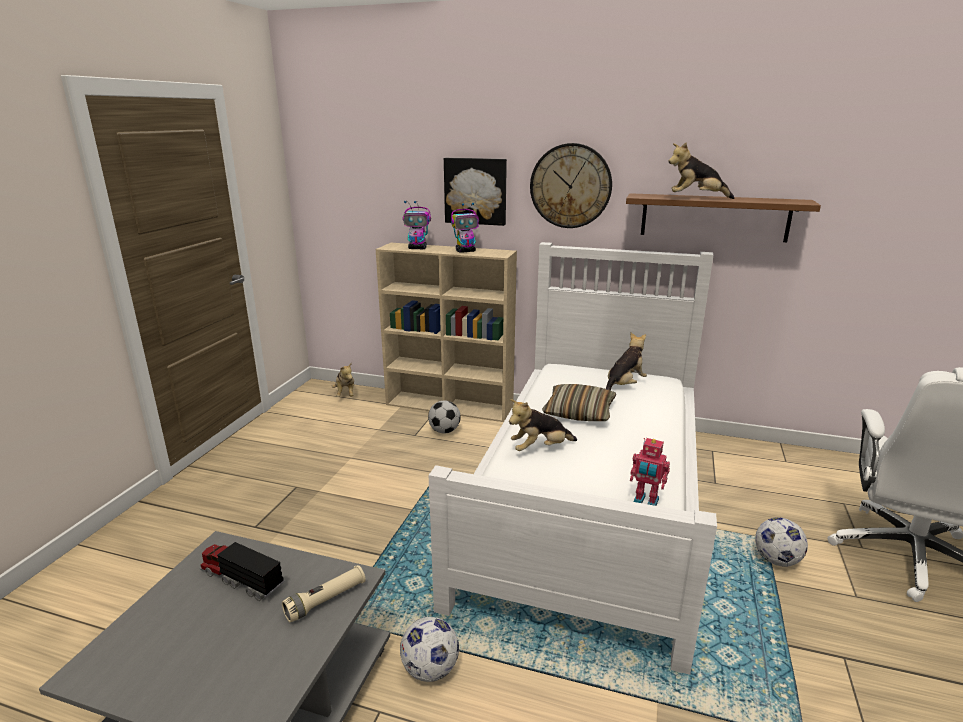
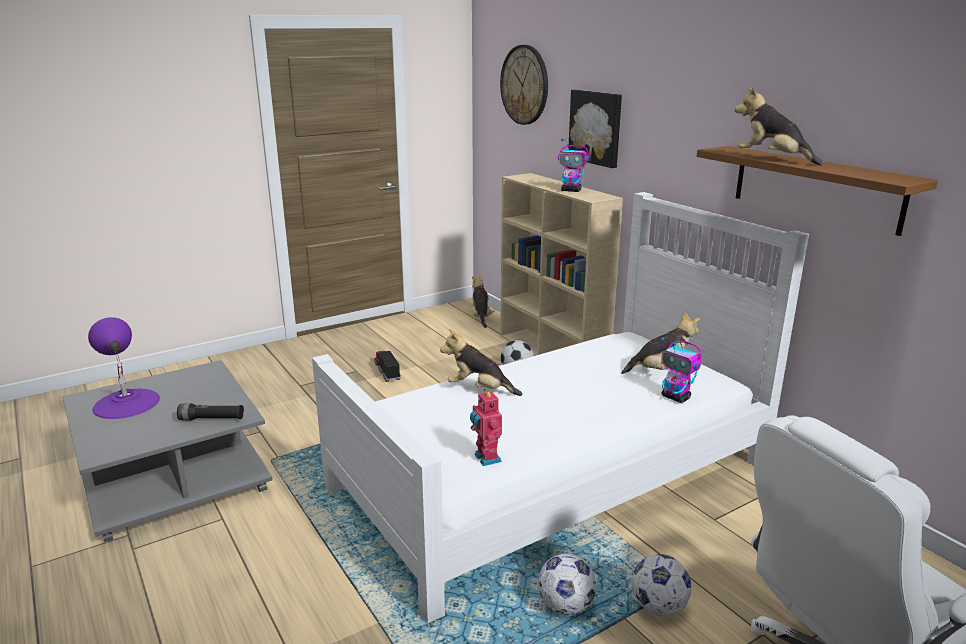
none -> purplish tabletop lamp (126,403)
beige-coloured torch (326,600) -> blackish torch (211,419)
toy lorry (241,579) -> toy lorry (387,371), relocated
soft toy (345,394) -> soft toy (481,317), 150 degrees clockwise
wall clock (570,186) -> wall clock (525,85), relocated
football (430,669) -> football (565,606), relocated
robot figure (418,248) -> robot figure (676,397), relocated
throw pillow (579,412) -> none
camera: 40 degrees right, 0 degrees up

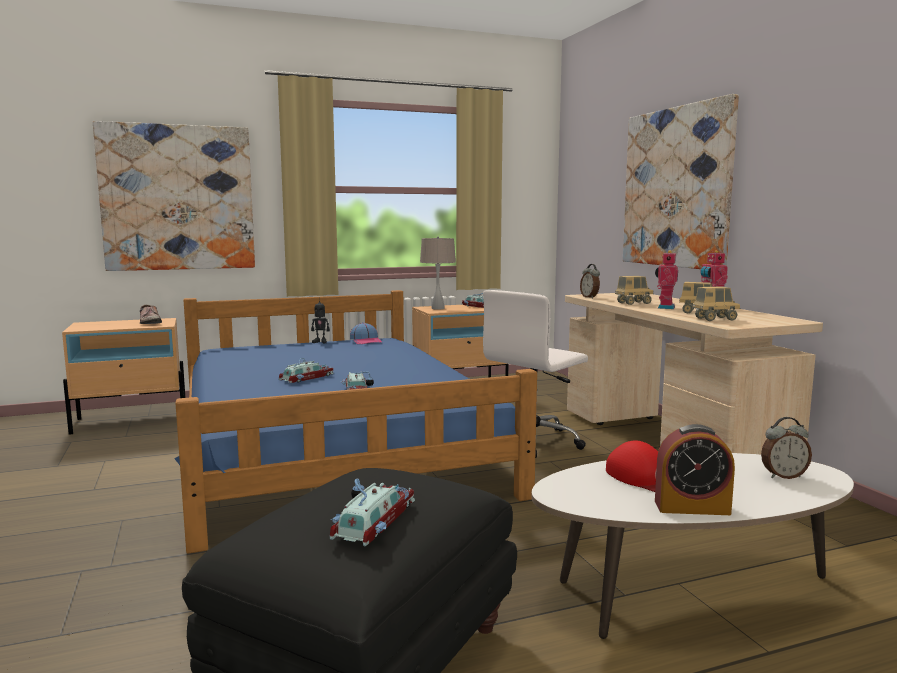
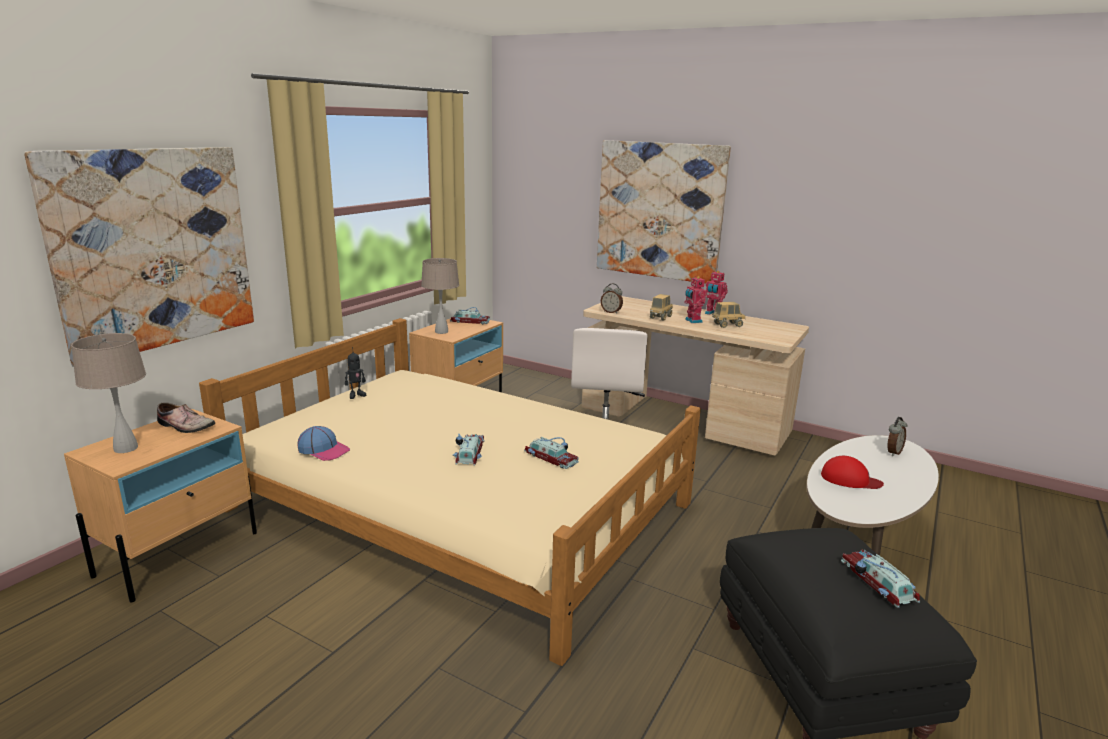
none -> beige-coloured tabletop lamp (126,448)
blue-coloured sleeping bed (331,445) -> beige-coloured sleeping bed (462,506)
baseball cap (366,341) -> baseball cap (324,450), relocated
bedside clock (692,507) -> none
toy lorry (715,319) -> none
camera: 40 degrees left, 10 degrees up

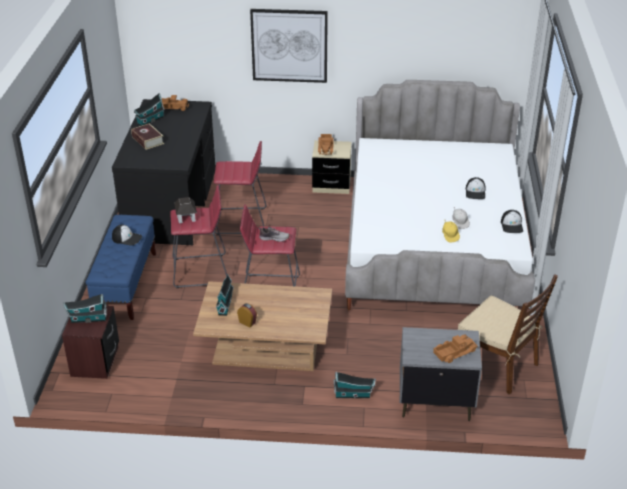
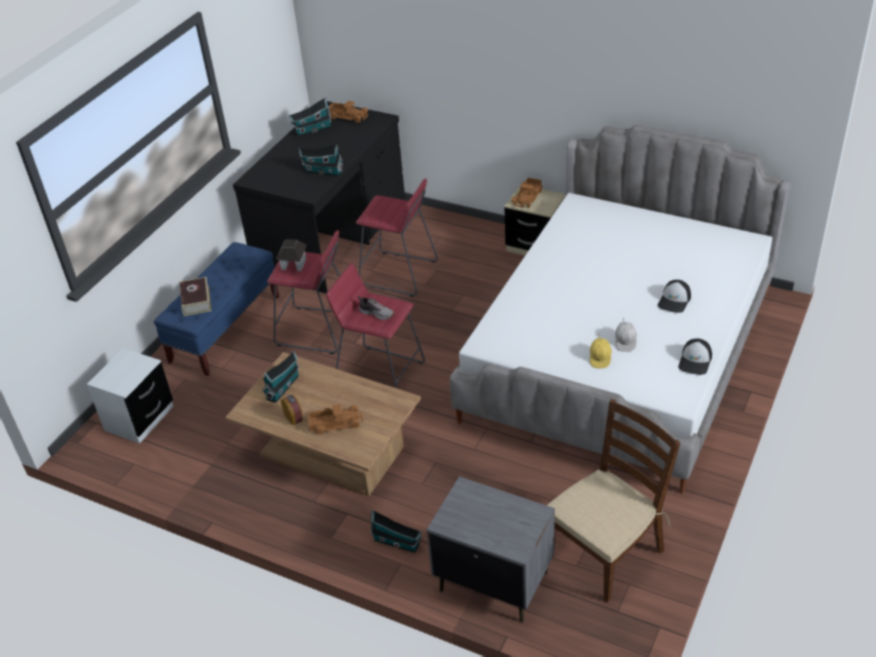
brown nightstand (95,361) -> white nightstand (139,418)
bound book (147,140) -> bound book (196,301), relocated
toy house (87,319) -> toy house (322,171), relocated
toy lorry (454,352) -> toy lorry (335,423), relocated
brown chair (498,365) -> brown chair (606,552), 105 degrees counterclockwise
baseball cap (127,238) -> none
wall picture (289,45) -> none
camera: 25 degrees right, 5 degrees up

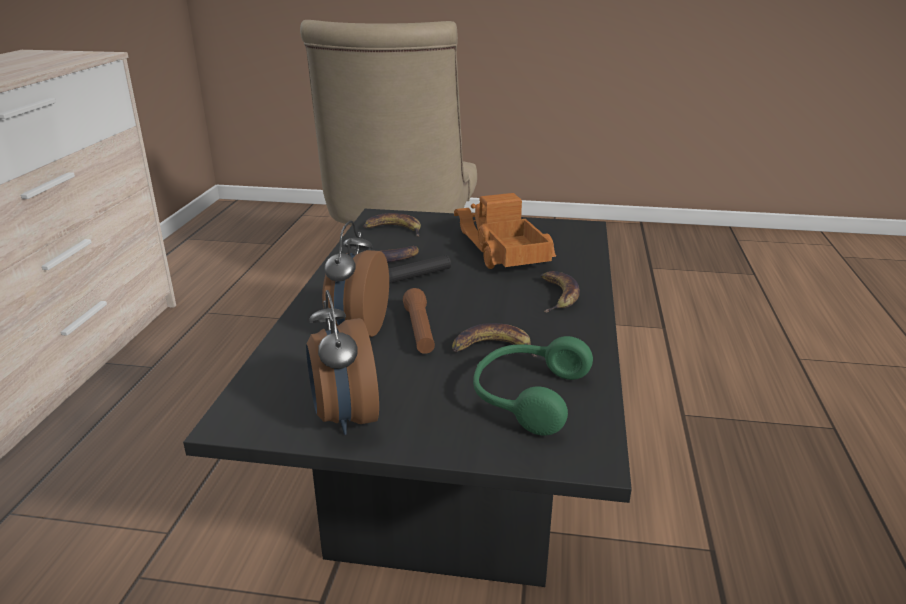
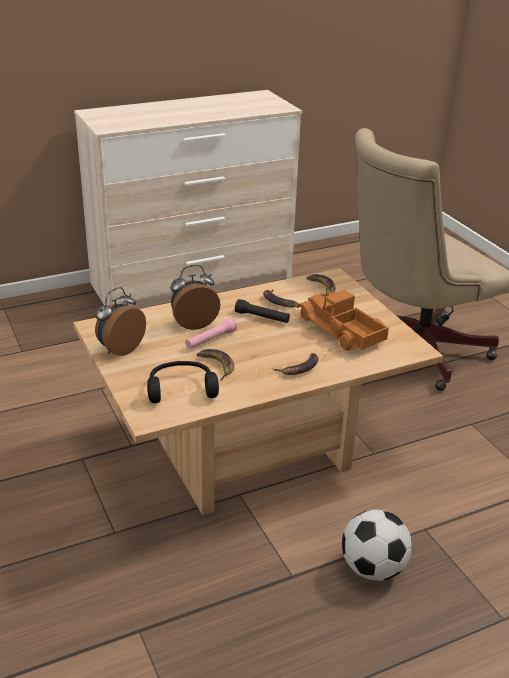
blackish low table (453,480) -> beige-coloured low table (251,451)
green-coloured pair of headphones (526,396) -> blackish pair of headphones (181,388)
brown torch (419,331) -> pinkish torch (210,340)
toy lorry (500,249) -> toy lorry (340,330), 75 degrees counterclockwise
none -> football (373,568)
camera: 55 degrees right, 5 degrees up

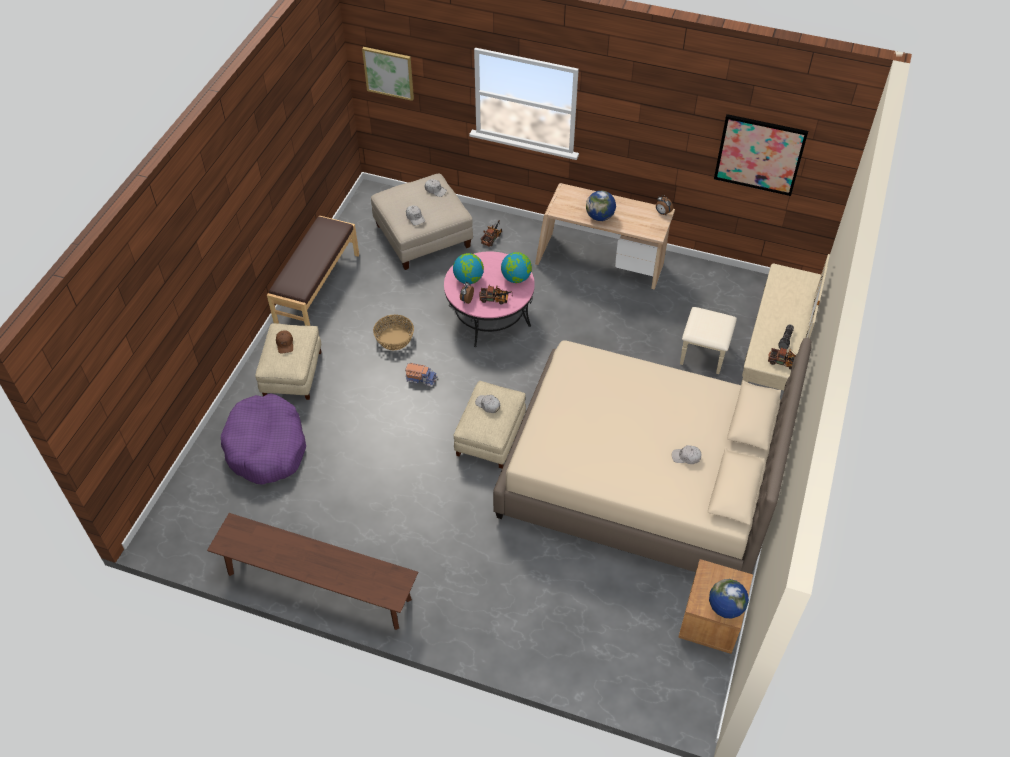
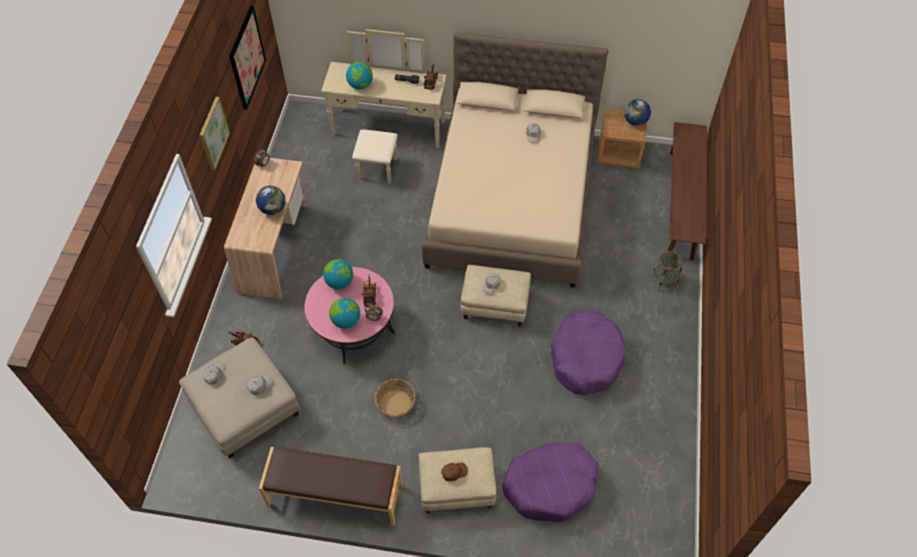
wall picture (389,73) -> wall picture (213,133), relocated
none -> world globe (360,85)
none -> purplish dog cushion (586,357)
none -> storage basket (664,281)
brown long seat (318,586) -> brown long seat (681,204), relocated
toy lorry (421,378) -> none
camera: 100 degrees left, 5 degrees up

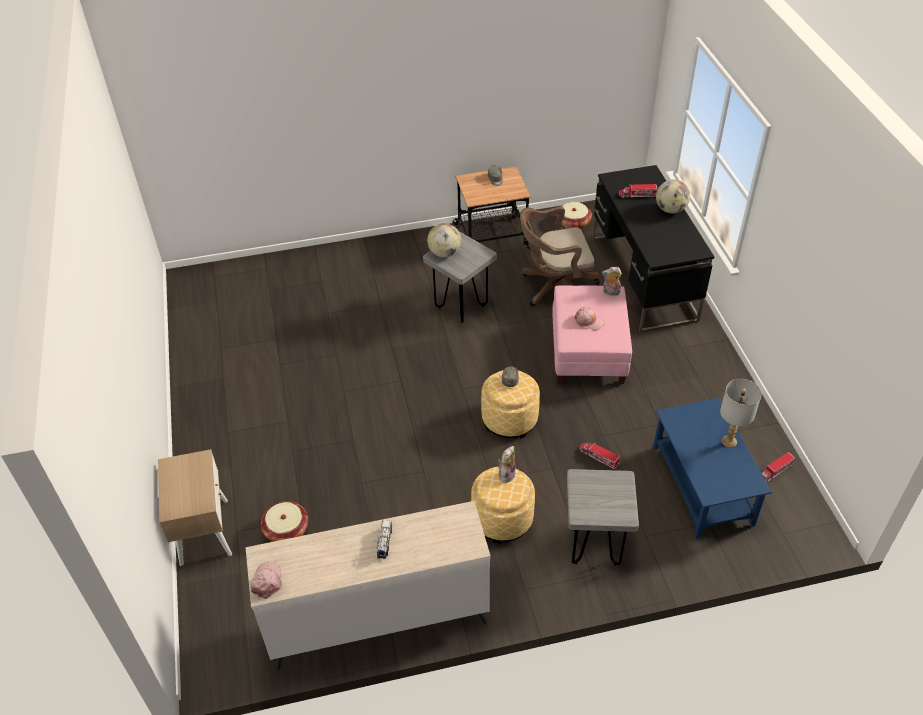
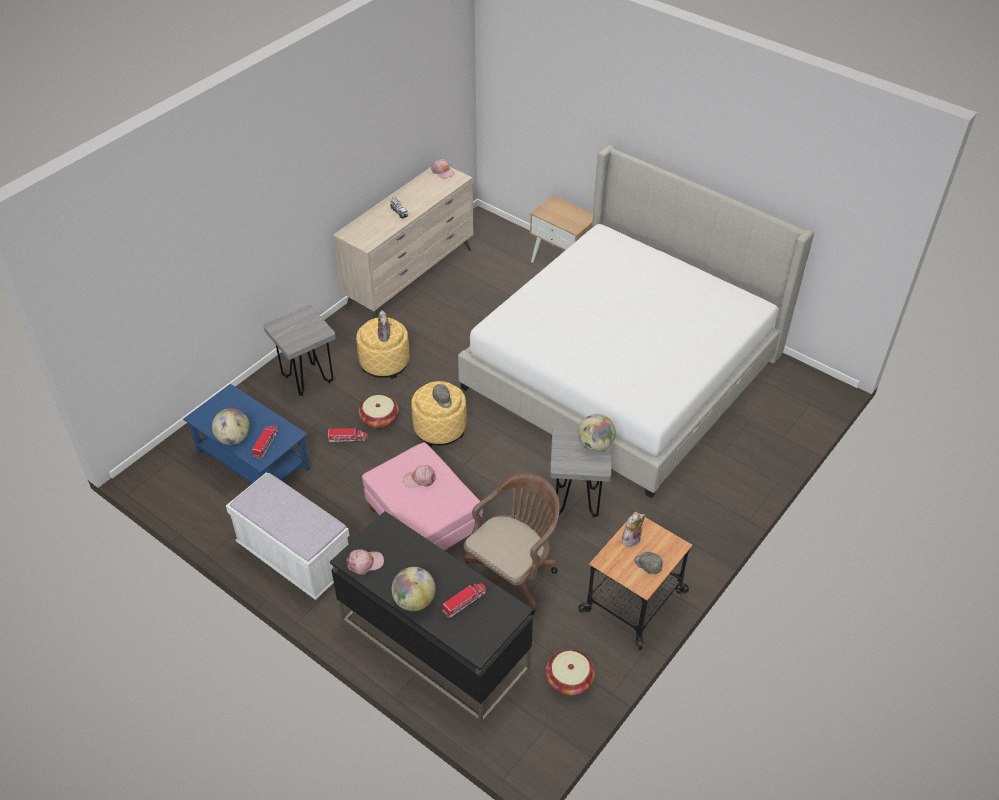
grey tabletop lamp (729,441) -> world globe (234,438)
none -> white long seat (295,557)
toy lorry (774,471) -> toy lorry (266,443), relocated
none -> pinkish baseball cap (365,563)
storage basket (286,530) -> storage basket (379,419), relocated
none -> sleeping bed (622,371)
soft toy (610,293) -> soft toy (631,538), relocated
camera: 140 degrees right, 0 degrees up

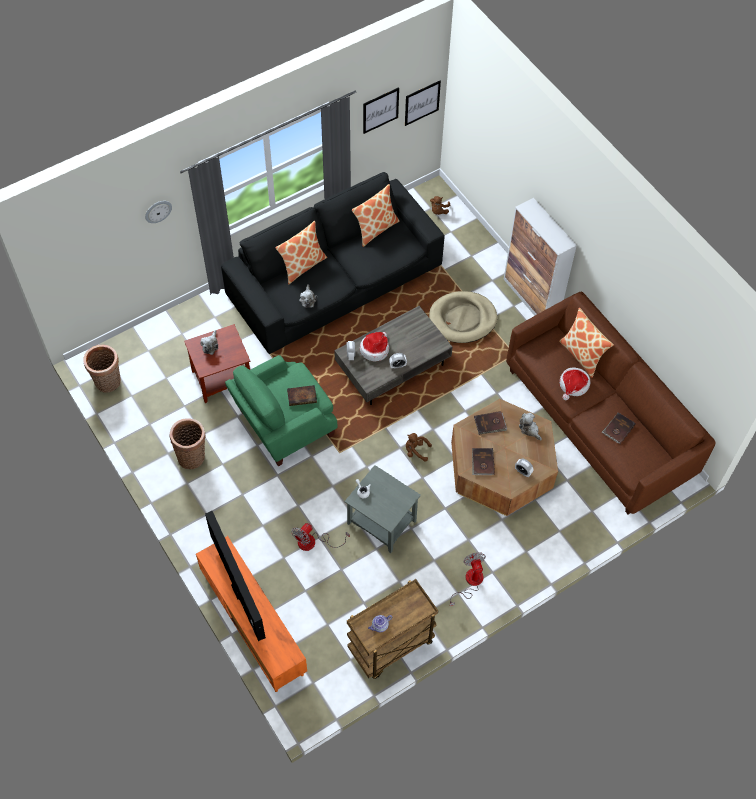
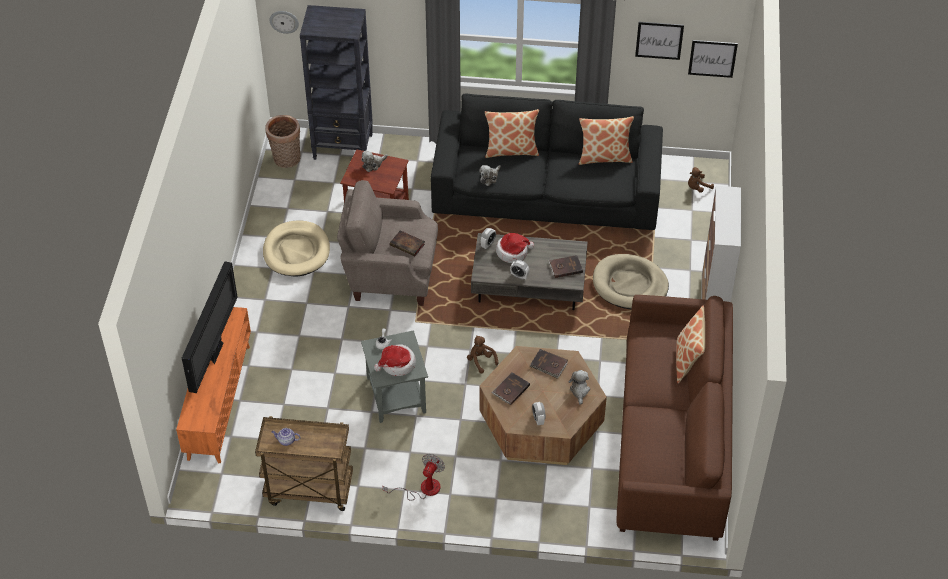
storage basket (192,456) -> beige-coloured dog cushion (296,251)
wall clock (158,211) -> wall clock (284,21), relocated
none -> blackish bookcase (343,147)
green-coloured armchair (283,425) -> beige-coloured armchair (391,273)
clothing hat (573,385) -> clothing hat (397,364), relocated
brown bound book (618,429) -> brown bound book (565,267), relocated
fan (313,542) -> none
camera: 40 degrees right, 10 degrees down

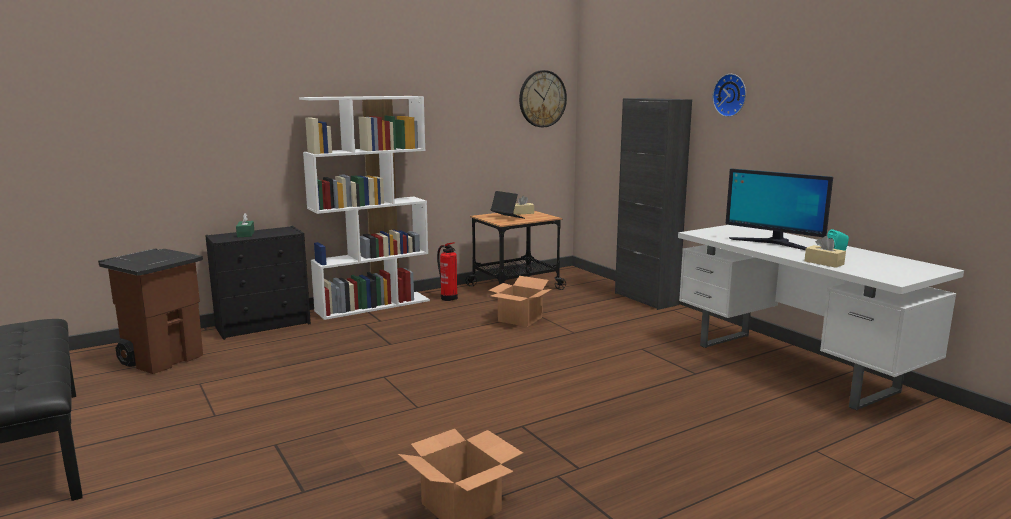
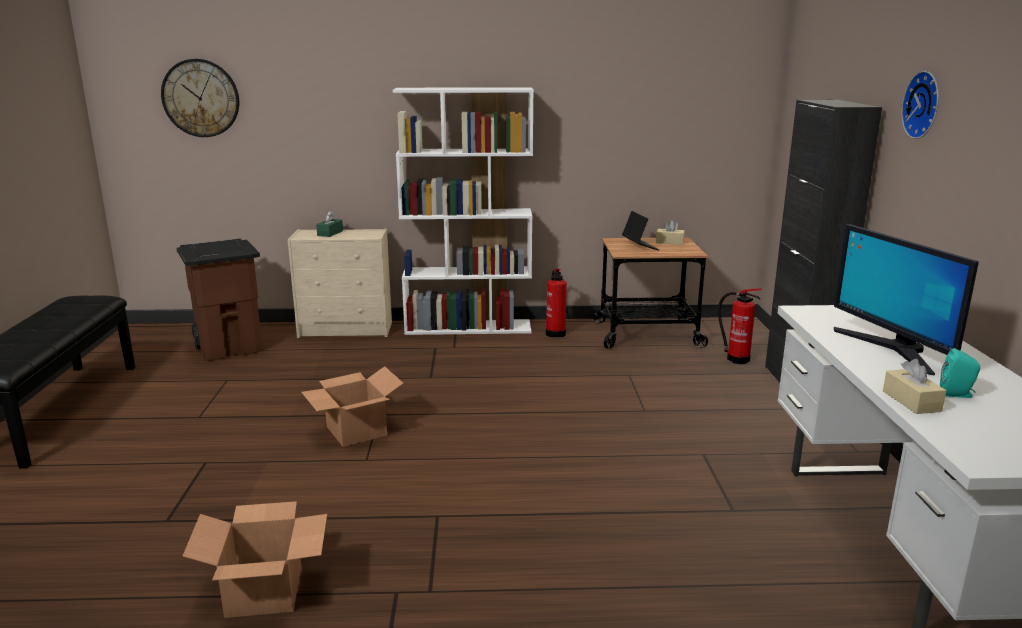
wall clock (542,99) -> wall clock (201,98), relocated
blackish dresser (264,325) -> beige-coloured dresser (347,330)
cardboard box (520,319) -> cardboard box (357,431), relocated
none -> extinguisher (736,359)
camera: 30 degrees right, 5 degrees up

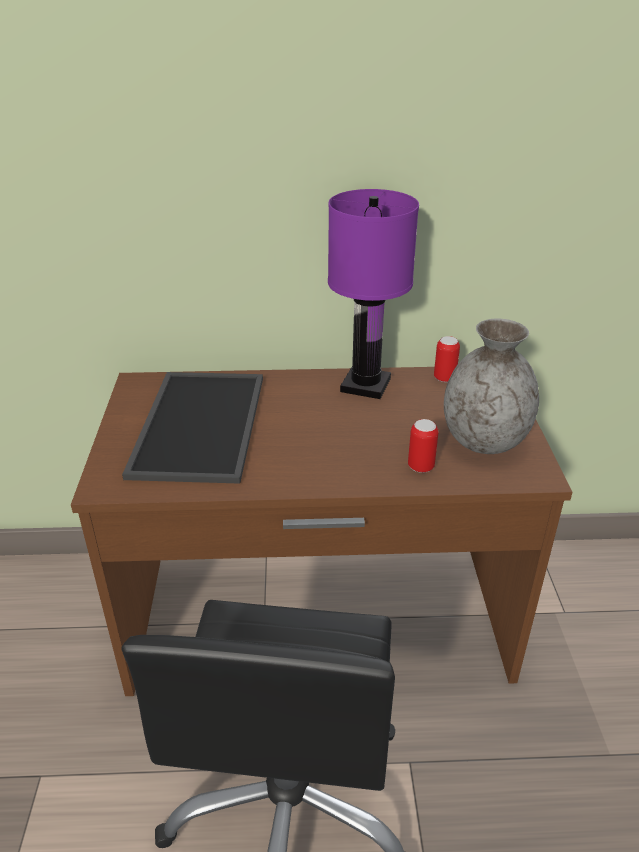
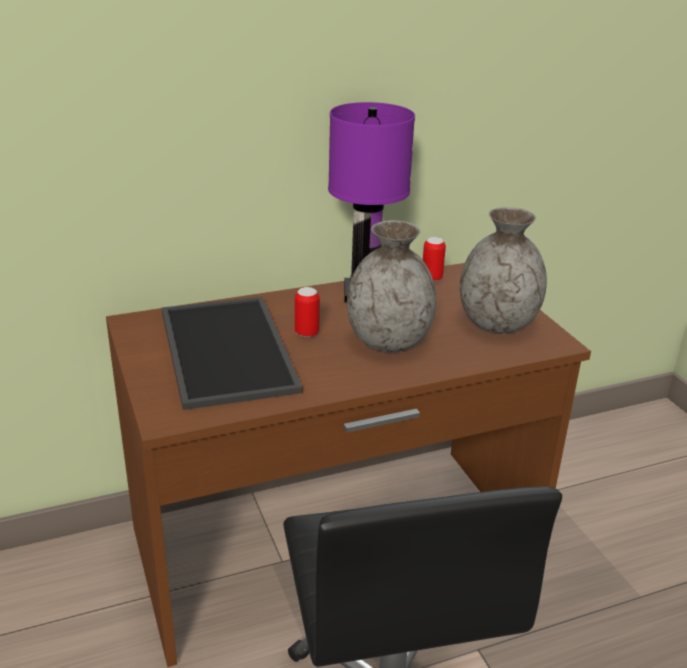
can (420,467) -> can (306,333), relocated
none -> grey decorative vase (389,341)
camera: 20 degrees left, 5 degrees down

